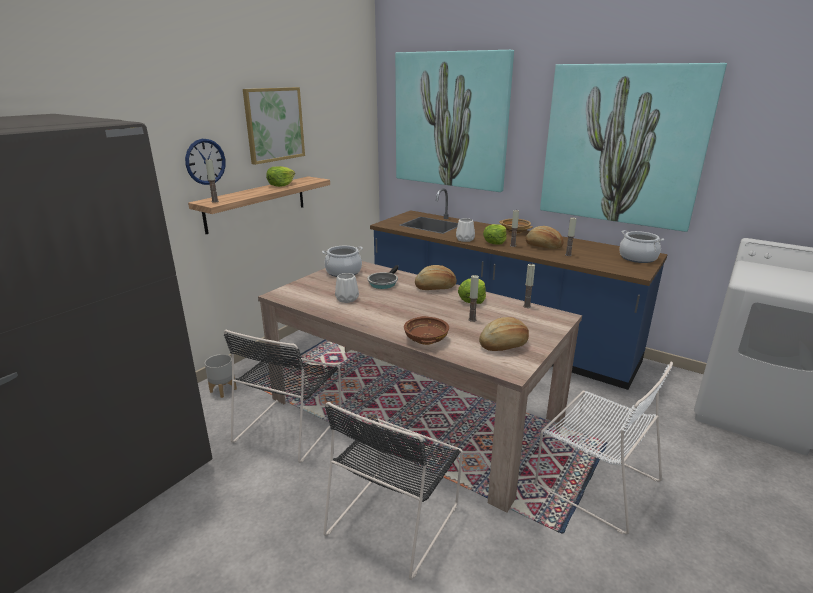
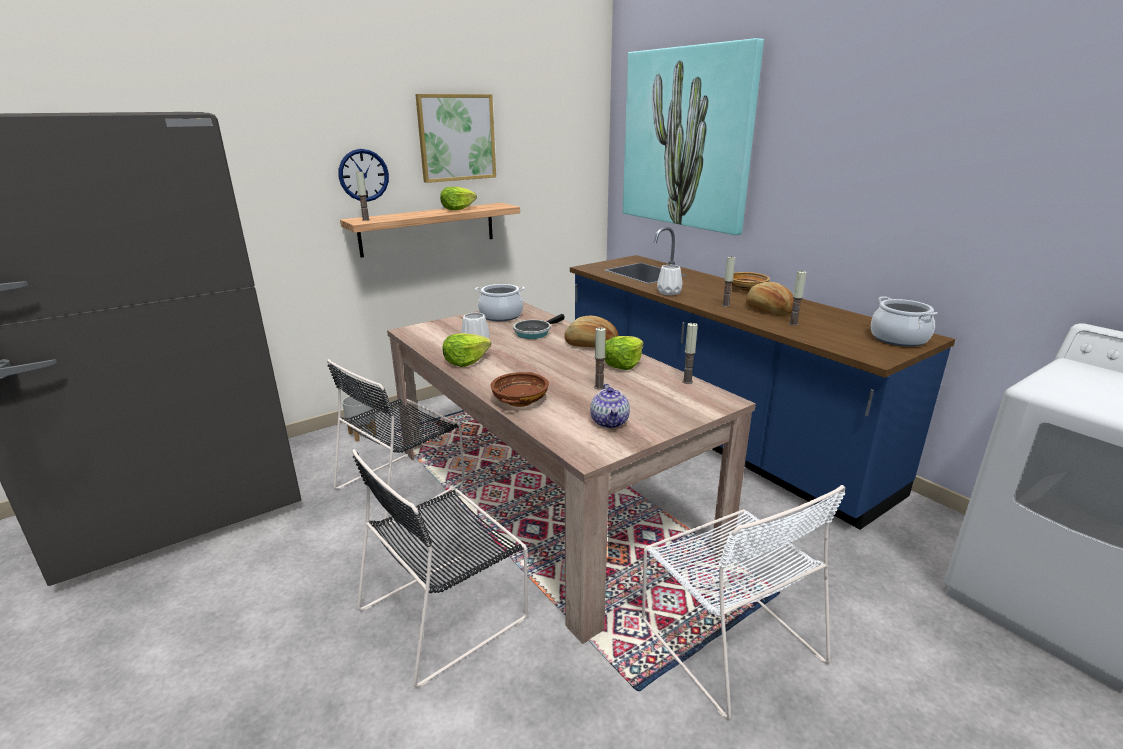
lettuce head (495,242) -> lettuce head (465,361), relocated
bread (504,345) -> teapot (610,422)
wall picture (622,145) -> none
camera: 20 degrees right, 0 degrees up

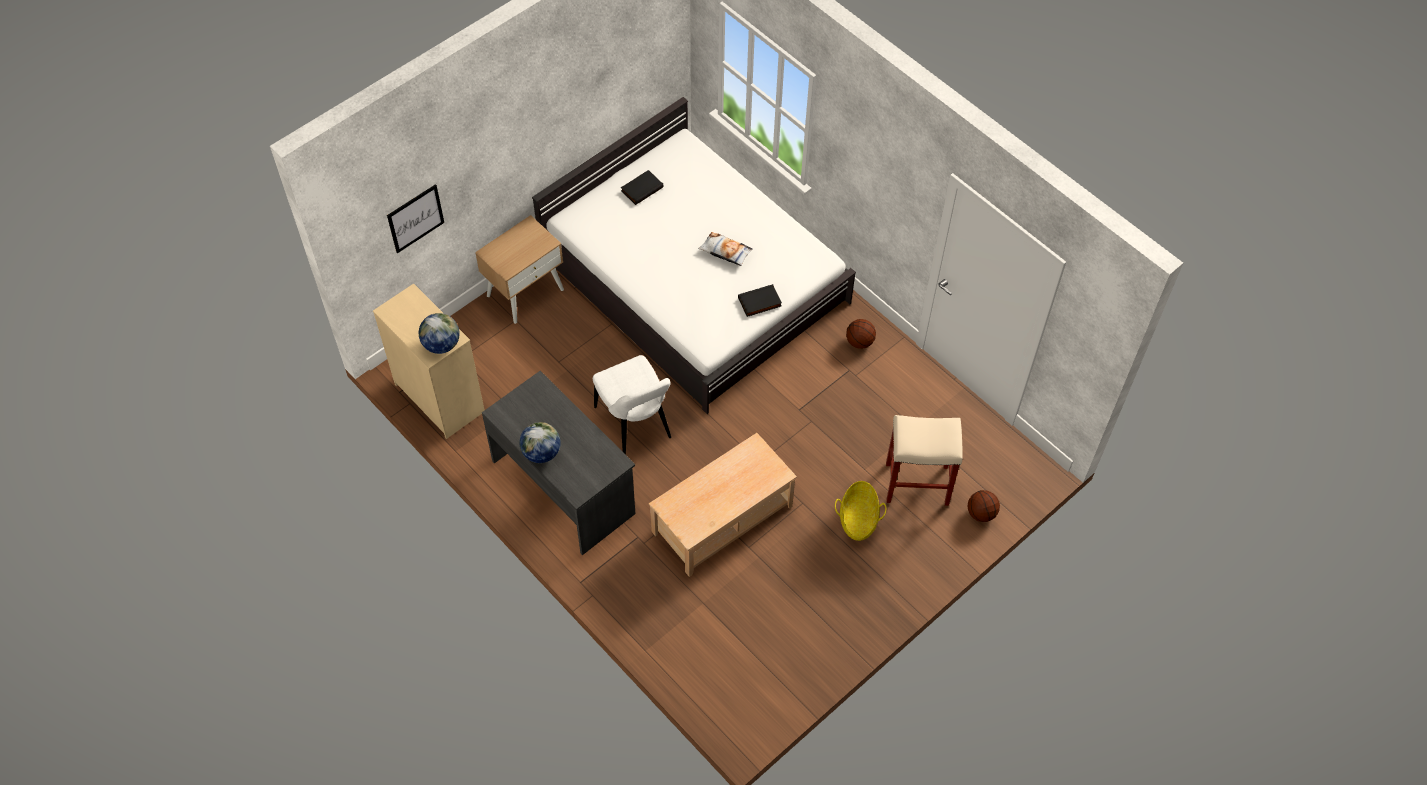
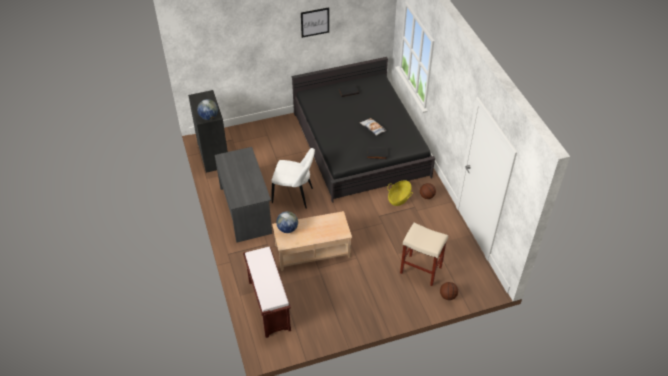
beige-coloured dresser (440,397) -> blackish dresser (213,155)
none -> brown long seat (268,305)
white chair (634,426) -> white chair (294,196), 75 degrees counterclockwise
world globe (541,453) -> world globe (287,229), relocated
white sleeping bed (694,279) -> blackish sleeping bed (360,144)
wall picture (415,218) -> wall picture (315,22), relocated
storage basket (858,519) -> storage basket (399,198), relocated
beige-coloured nightstand (525,292) -> none
camera: 25 degrees right, 10 degrees down

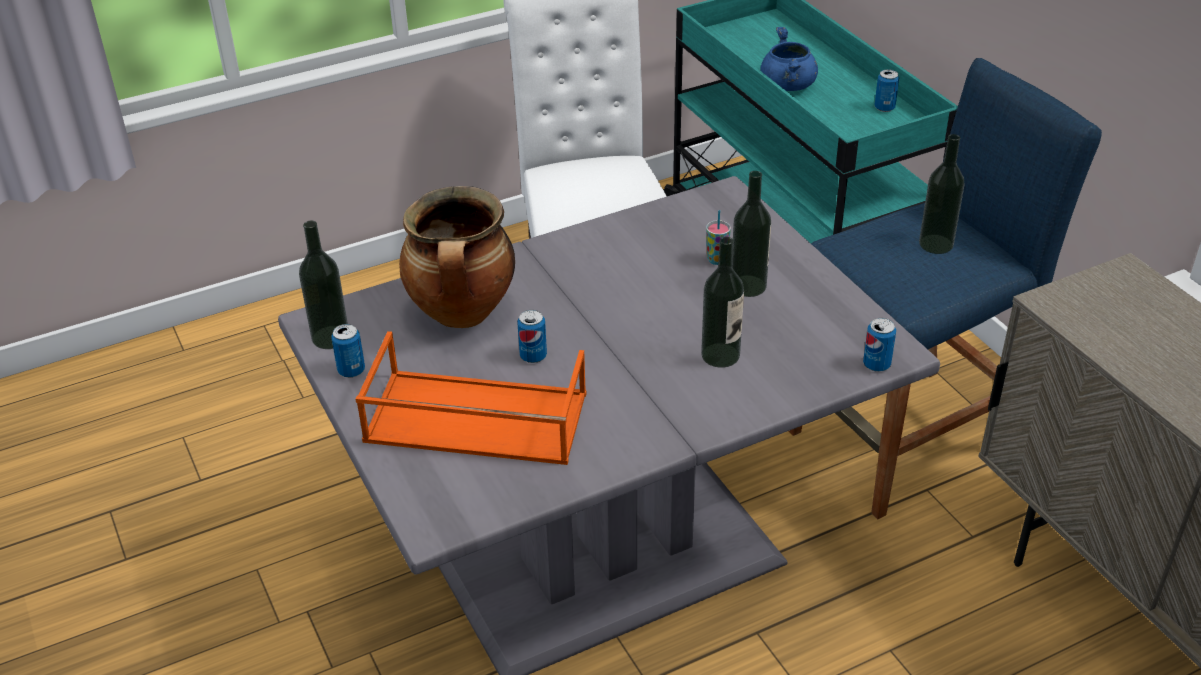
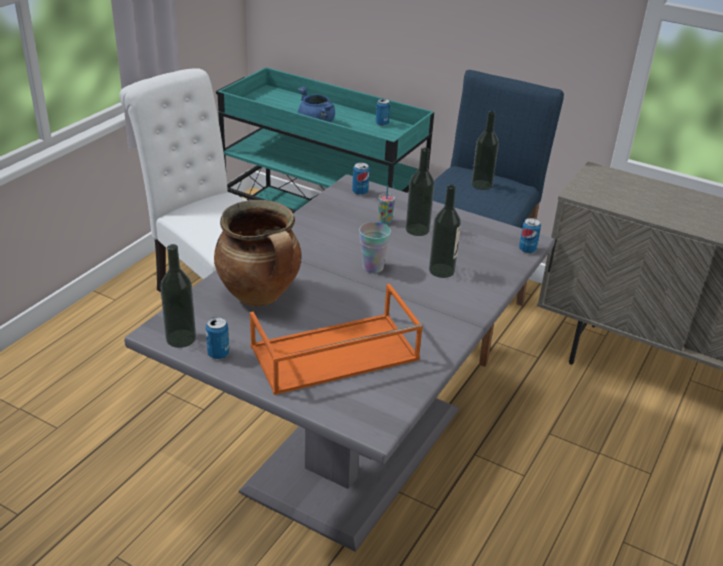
can (533,356) -> can (360,192), relocated
none -> cup (372,267)
camera: 35 degrees left, 5 degrees down

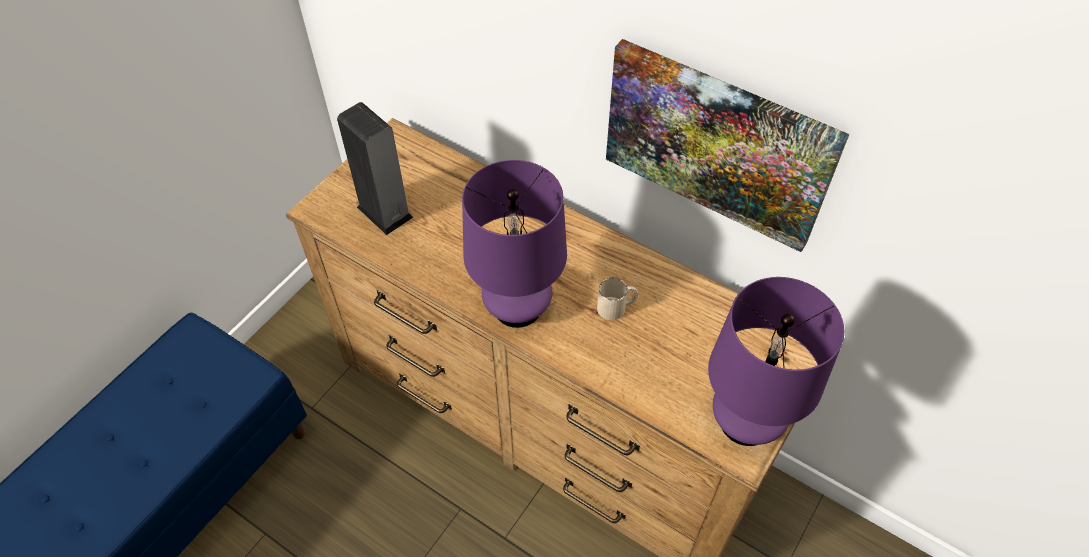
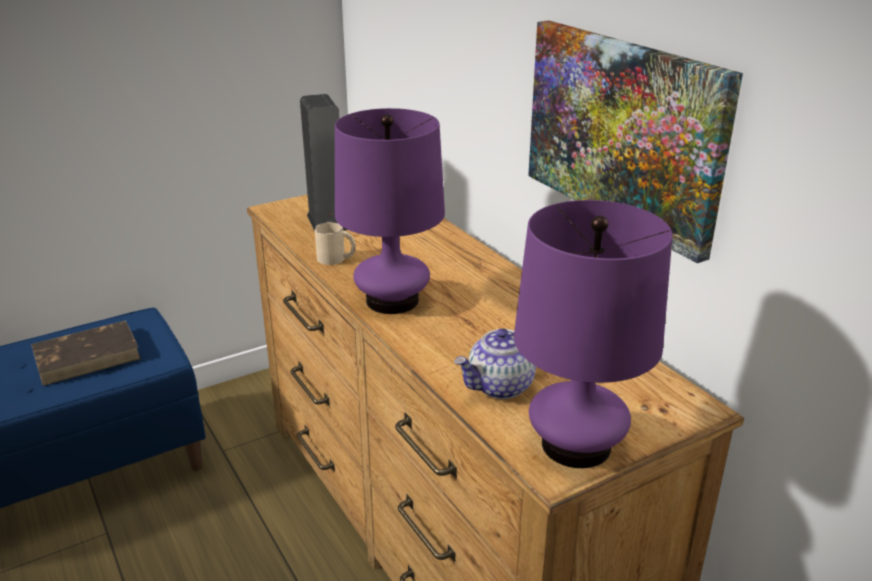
none -> brown bound book (88,356)
beige-coloured tea mug (617,307) -> beige-coloured tea mug (336,259), relocated
none -> teapot (501,386)
camera: 25 degrees right, 25 degrees down

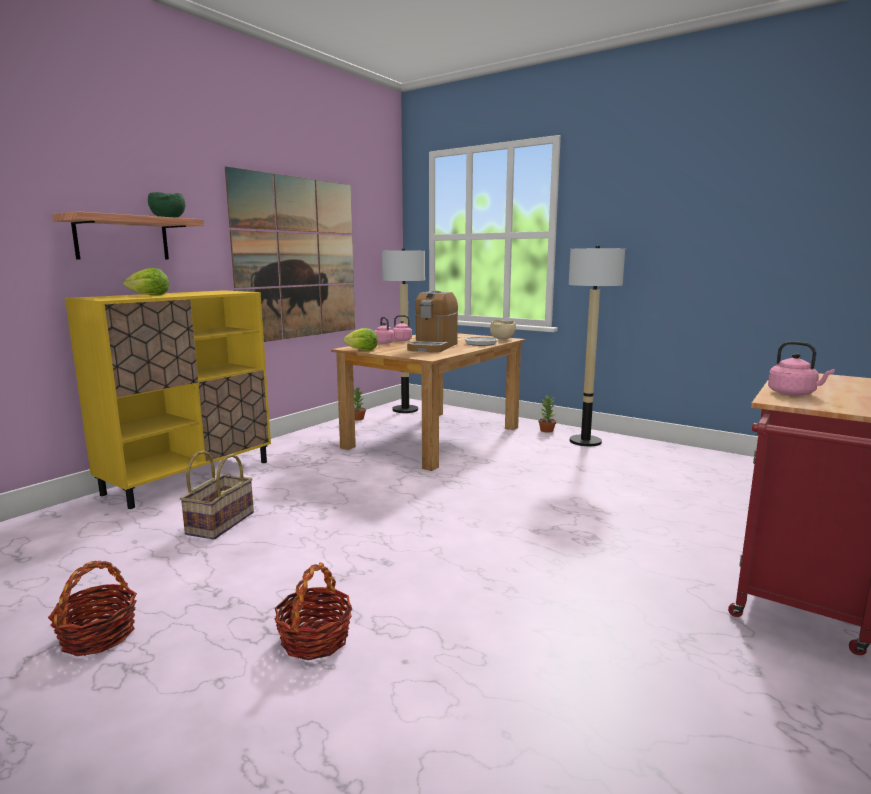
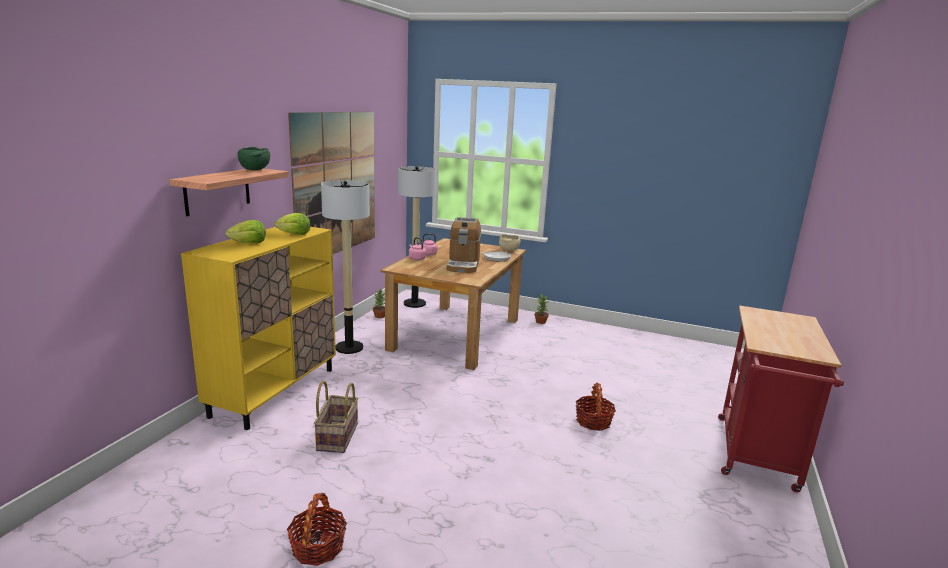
lettuce head (362,350) -> lettuce head (294,234), relocated
floor lamp (585,441) -> floor lamp (349,348), relocated
storage basket (315,639) -> storage basket (593,422), relocated
pinkish tea kettle (794,394) -> none
camera: 15 degrees left, 5 degrees up

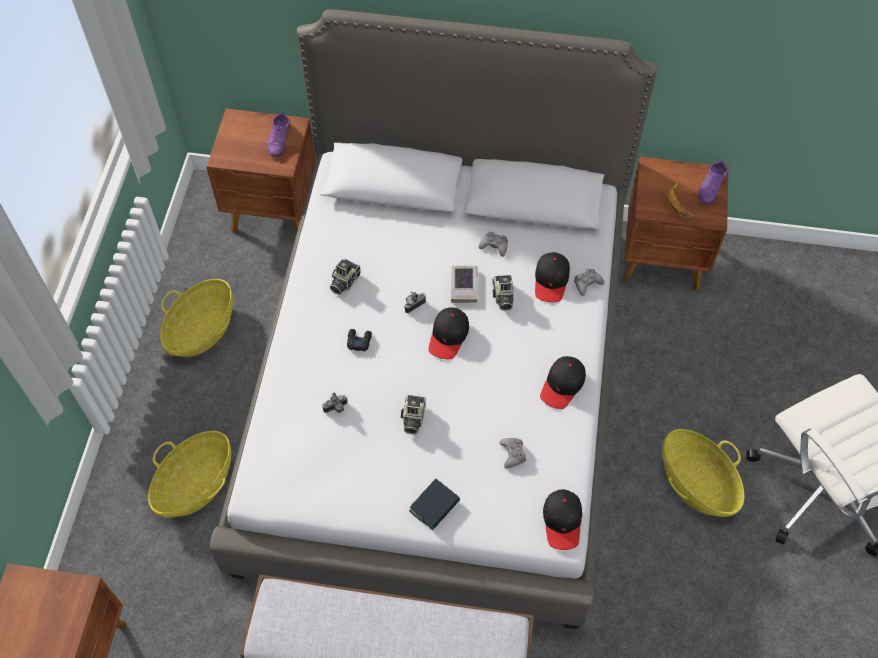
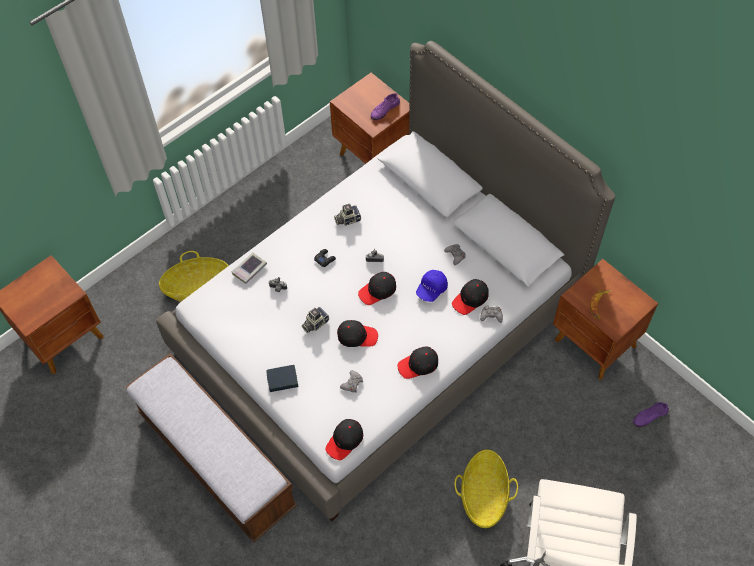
bound book (464,286) -> bound book (249,269), relocated
none -> blackish baseball cap (357,336)
photo camera (502,297) -> blue-coloured baseball cap (431,289)
purplish item of footwear (711,187) -> purplish item of footwear (649,416), relocated
storage basket (202,330) -> none
camera: 40 degrees right, 0 degrees up

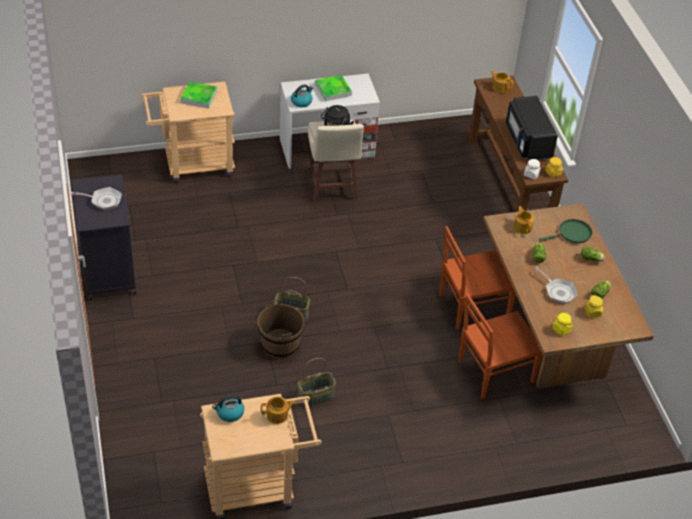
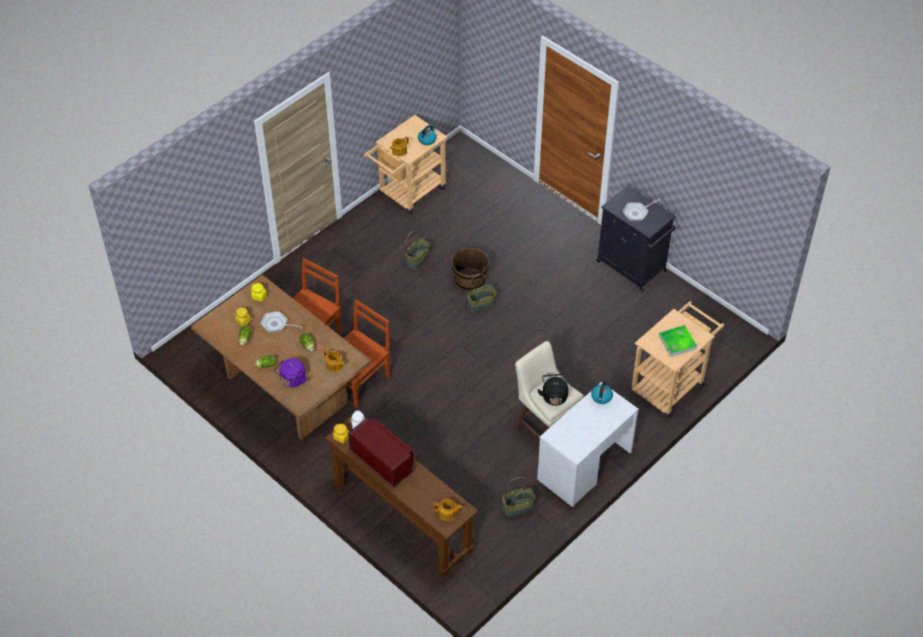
green-coloured frying pan (572,234) -> purplish tea kettle (292,380)
blackish microwave oven (527,141) -> reddish microwave oven (383,460)
none -> storage basket (518,508)
serving tray (333,90) -> none
camera: 150 degrees right, 5 degrees up

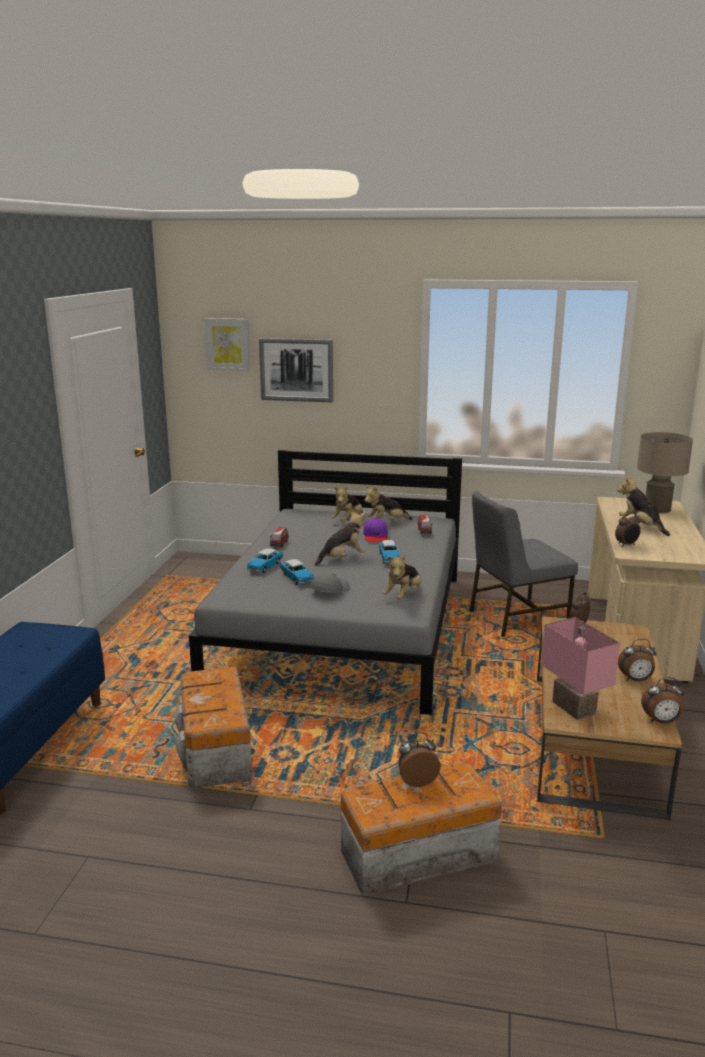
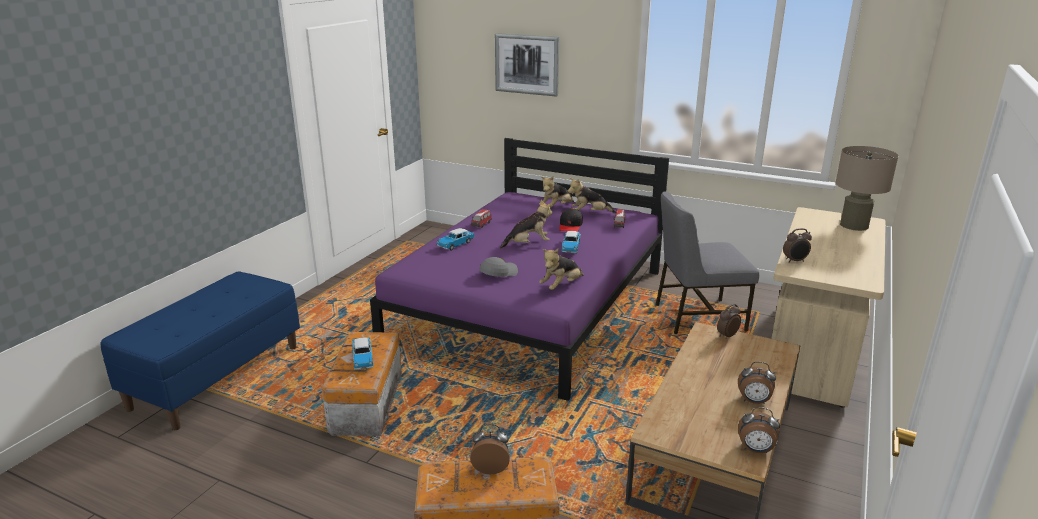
model car (297,578) -> model car (363,359), relocated
grey sleeping bed (343,628) -> purplish sleeping bed (531,306)
purplish baseball cap (375,536) -> blackish baseball cap (570,226)
wall picture (228,344) -> none
pinkish tabletop lamp (571,708) -> none
soft toy (641,526) -> none
camera: 15 degrees right, 5 degrees up

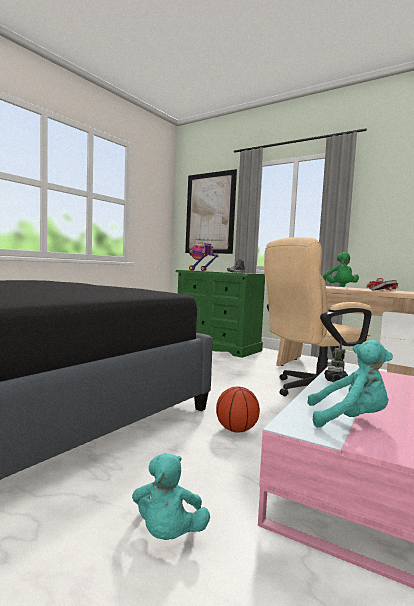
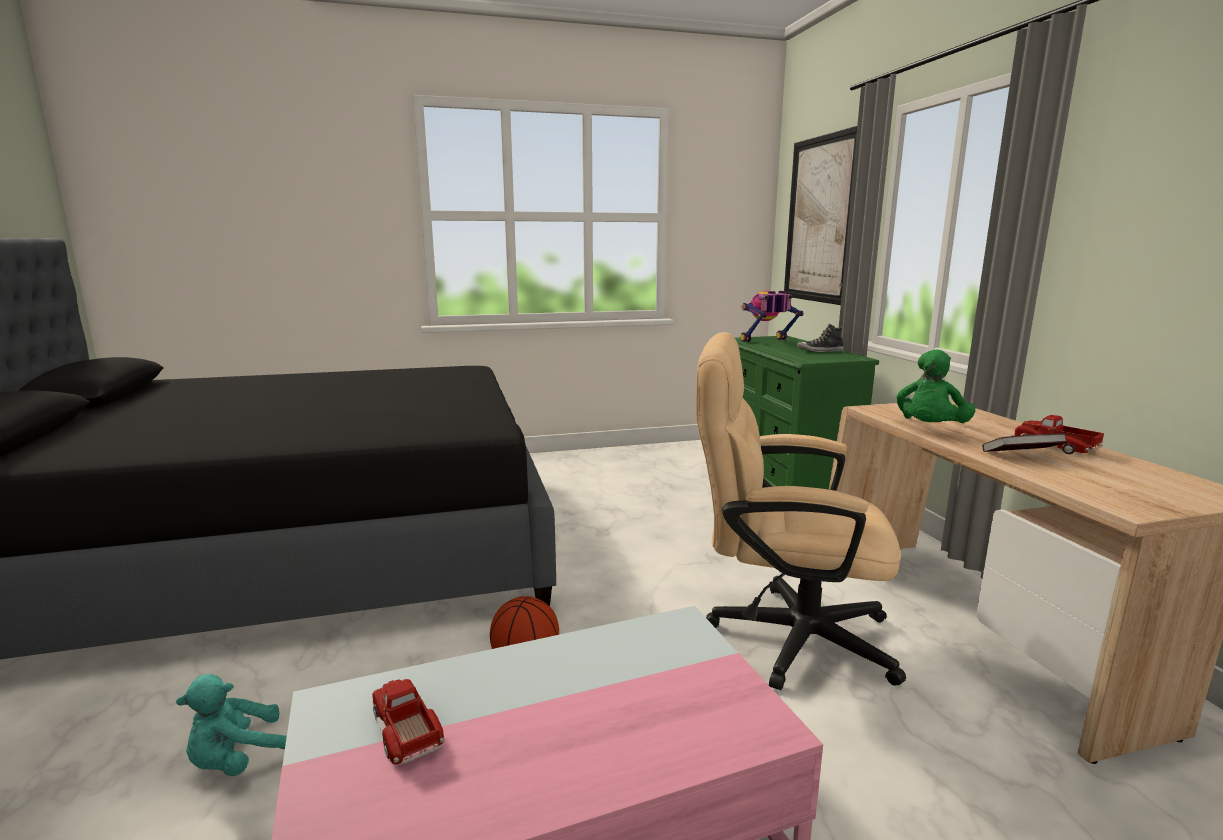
turquoise-coloured soft toy (350,420) -> toy lorry (406,730)
robot figure (336,380) -> none
camera: 40 degrees right, 10 degrees up

